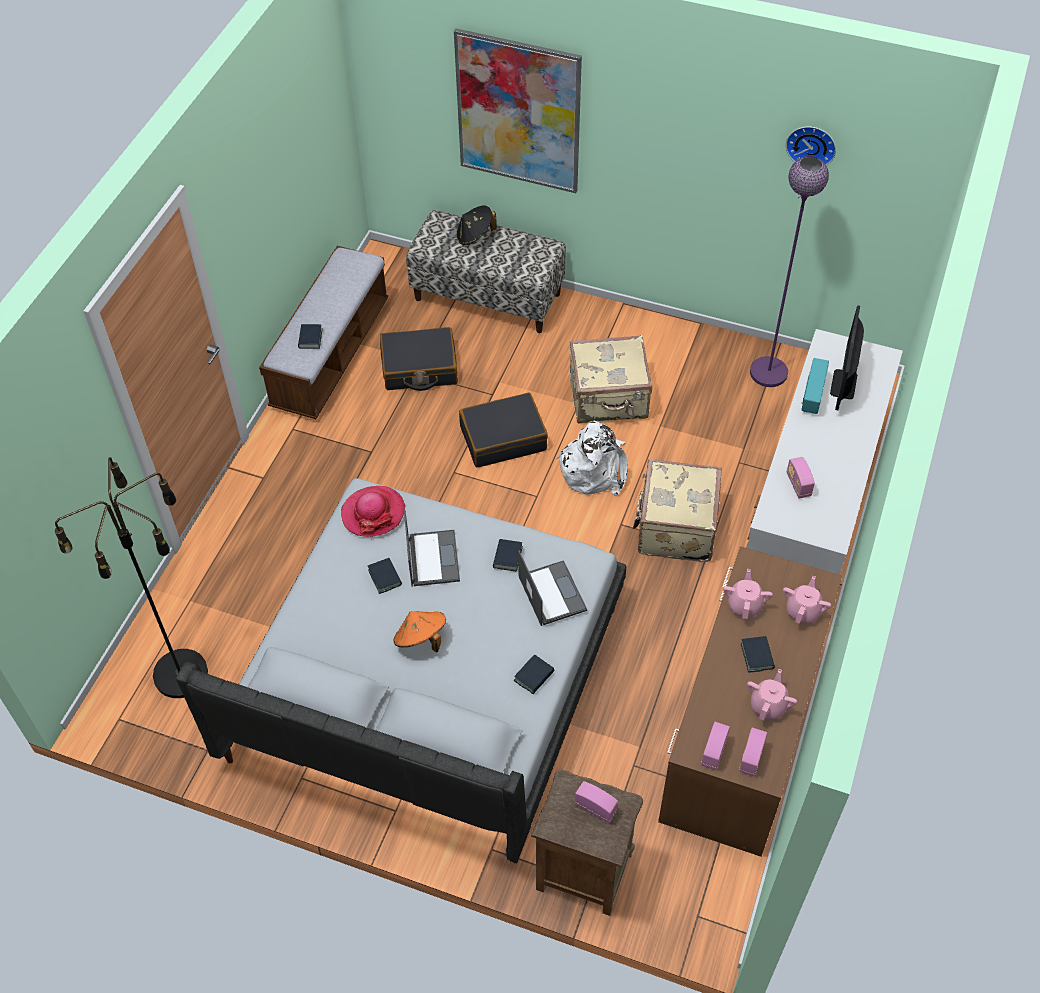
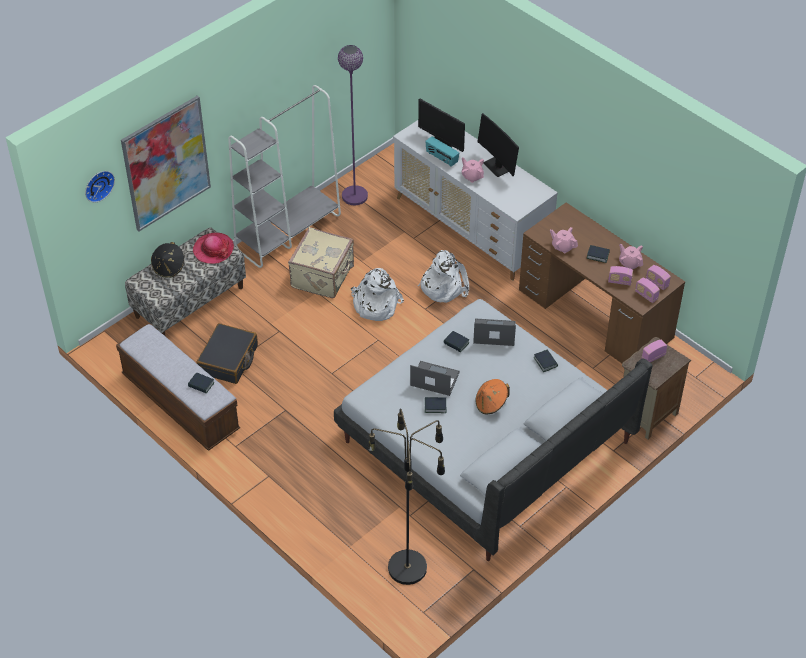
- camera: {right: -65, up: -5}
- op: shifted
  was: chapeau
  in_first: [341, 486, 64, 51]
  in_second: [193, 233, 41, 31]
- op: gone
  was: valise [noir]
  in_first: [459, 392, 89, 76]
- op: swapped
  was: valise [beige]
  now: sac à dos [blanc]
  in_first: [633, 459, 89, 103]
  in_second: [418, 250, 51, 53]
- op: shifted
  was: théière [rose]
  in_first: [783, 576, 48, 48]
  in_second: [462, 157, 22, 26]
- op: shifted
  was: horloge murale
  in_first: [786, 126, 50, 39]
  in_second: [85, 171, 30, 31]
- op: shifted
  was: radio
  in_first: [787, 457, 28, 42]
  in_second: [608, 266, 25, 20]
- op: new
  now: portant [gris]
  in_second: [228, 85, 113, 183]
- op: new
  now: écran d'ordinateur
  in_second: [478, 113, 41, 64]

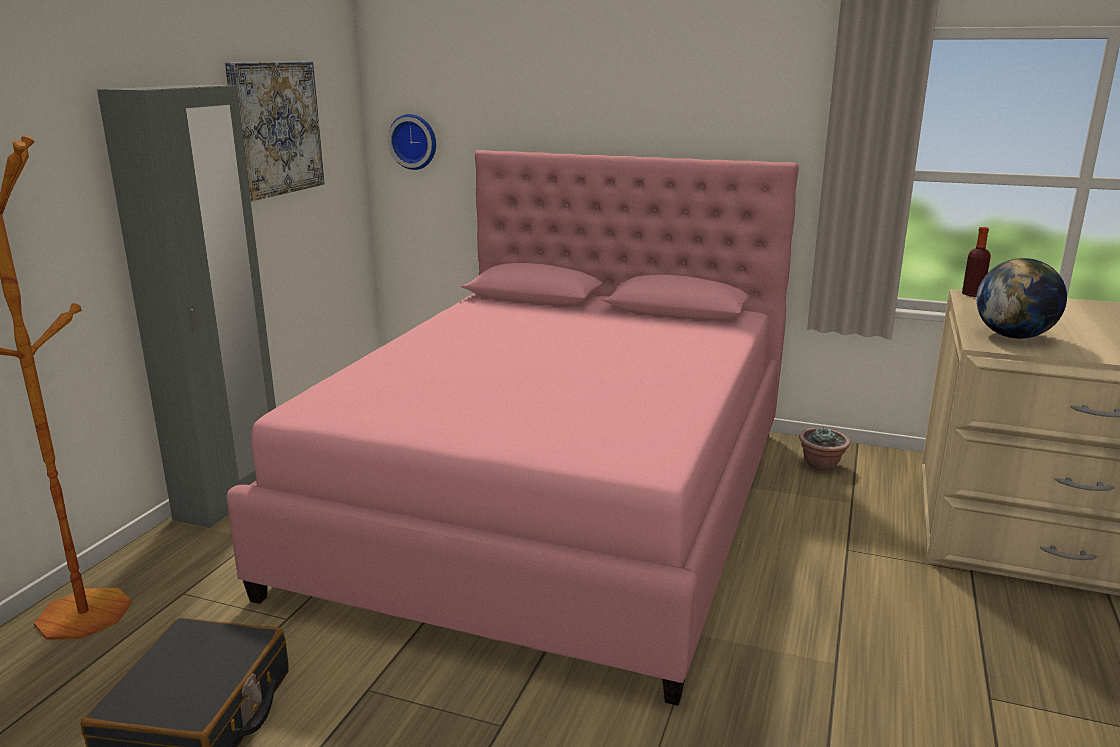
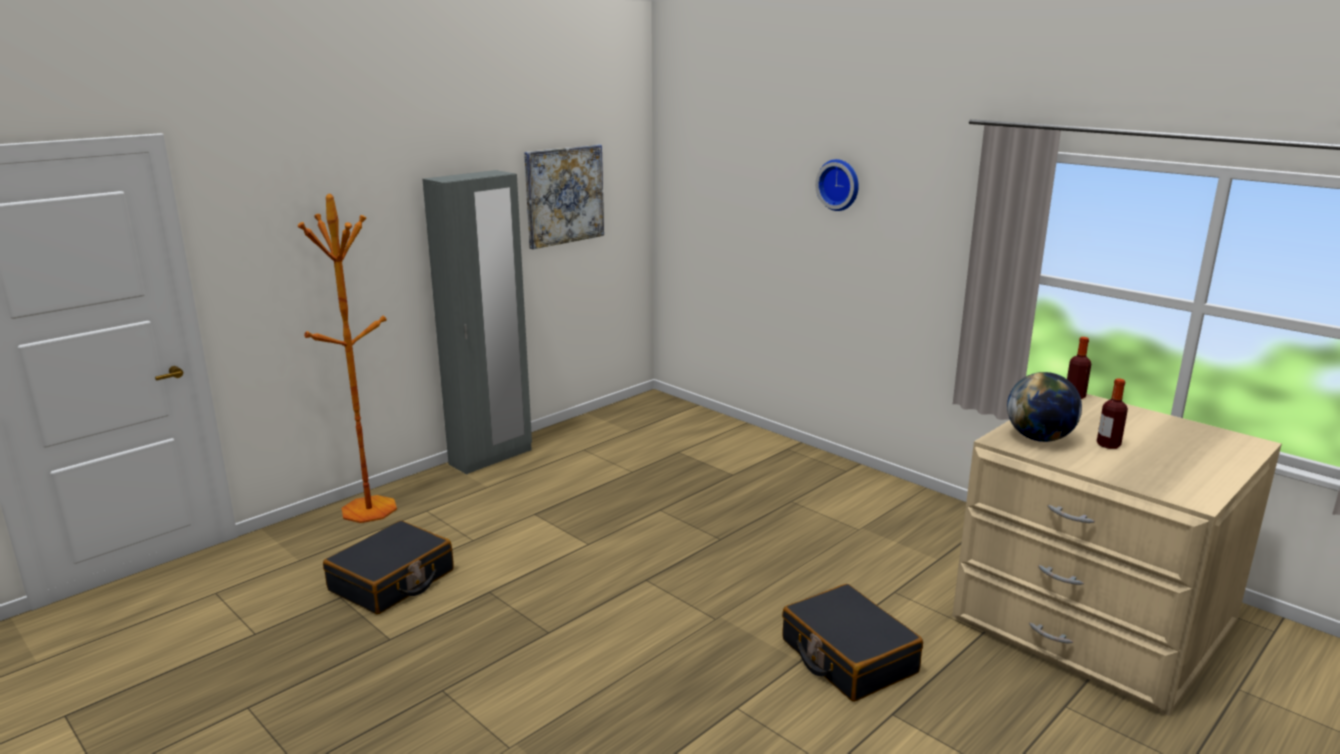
- camera: {right: 25, up: 0}
- op: gone
  was: lit [rose]
  in_first: [227, 150, 572, 556]
- op: shifted
  was: horloge murale
  in_first: [388, 114, 48, 56]
  in_second: [815, 159, 44, 52]
- op: gone
  was: plante en pot
  in_first: [799, 427, 51, 44]
- op: new
  now: valise [noir]
  in_second: [782, 584, 141, 118]
- op: new
  now: bouteille
  in_second: [1097, 379, 31, 70]

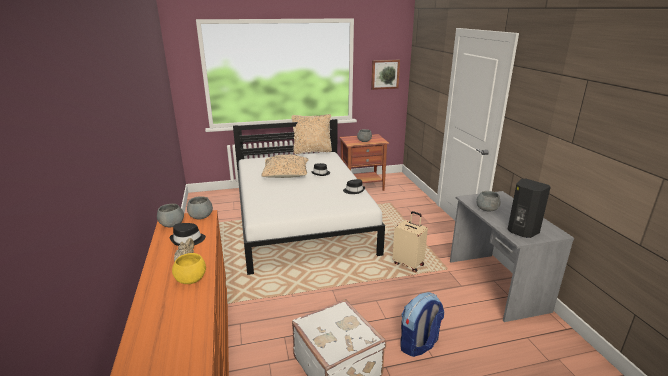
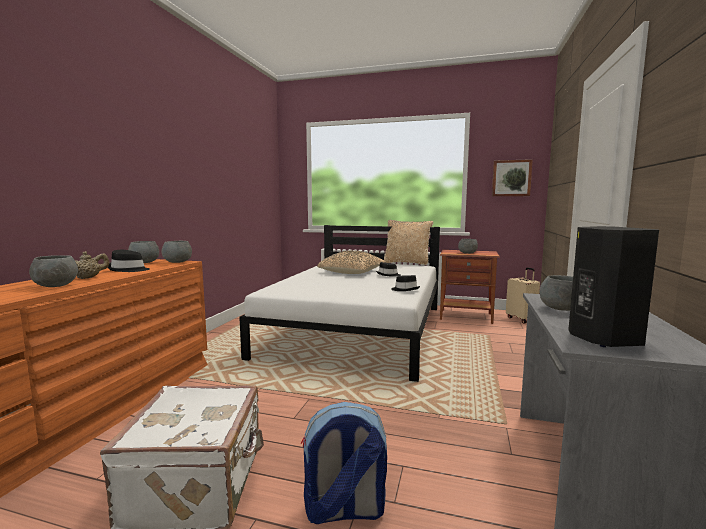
- camera: {right: 30, up: -15}
- op: repainted
  was: bol [jaune]
  now: bol [gris]
  in_first: [172, 253, 34, 31]
  in_second: [29, 255, 49, 32]
- op: shifted
  was: valise [beige]
  in_first: [392, 211, 36, 62]
  in_second: [506, 267, 34, 57]

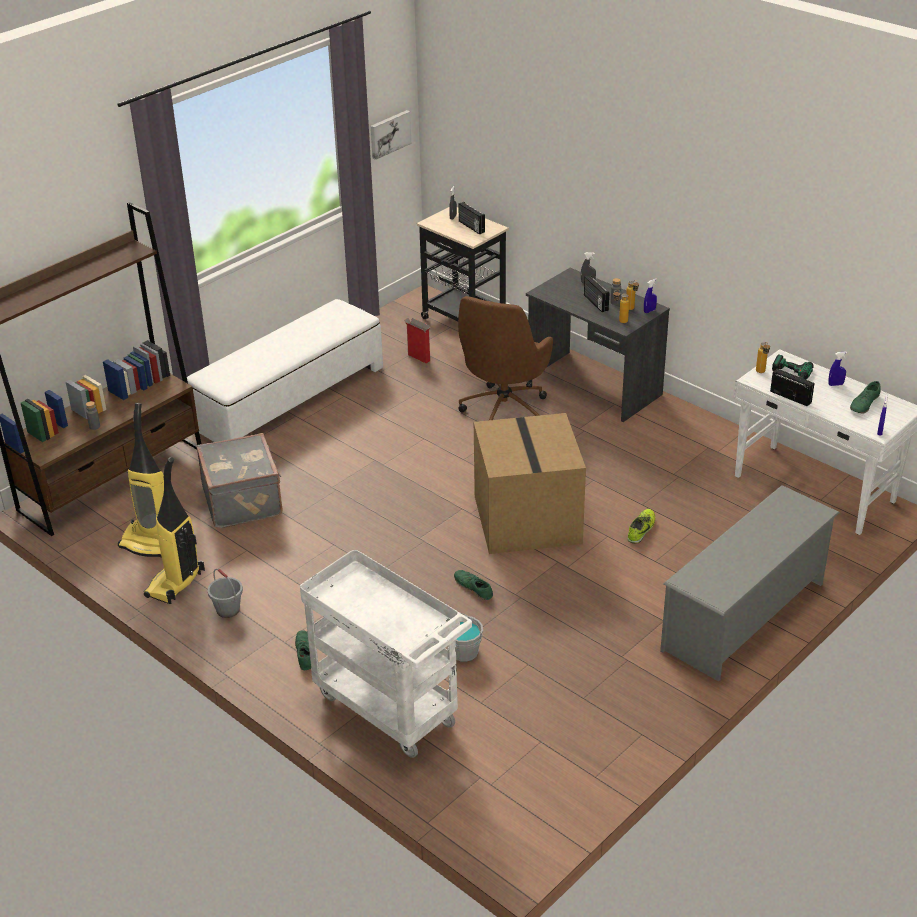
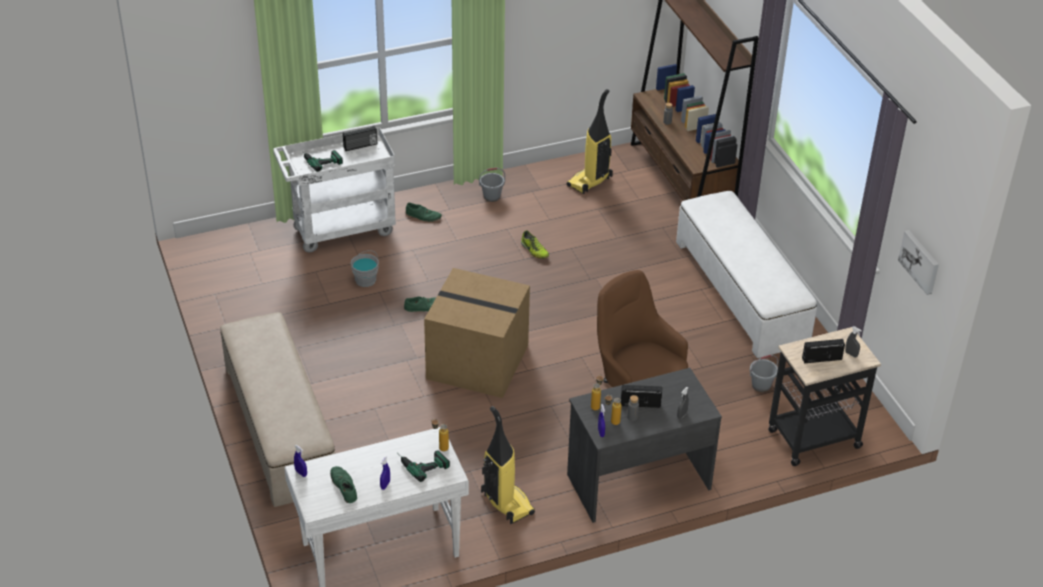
- camera: {right: 115, up: 5}
- op: shifted
  was: aspirateur
  in_first: [144, 457, 61, 147]
  in_second: [481, 406, 54, 118]
- op: gone
  was: valise [gris]
  in_first: [196, 433, 87, 95]
- op: swapped
  was: carton
  now: seau [gris]
  in_first: [404, 318, 27, 45]
  in_second: [750, 355, 28, 37]
- op: shifted
  was: chaussure
  in_first: [627, 509, 28, 35]
  in_second: [521, 230, 28, 29]
- op: swapped
  was: étagère à chaussures [gris]
  now: banc [beige]
  in_first: [660, 485, 180, 196]
  in_second: [220, 312, 115, 195]
- op: shifted
  was: radio
  in_first: [770, 369, 44, 37]
  in_second: [343, 126, 34, 25]
- op: new
  now: perceuse
  in_second: [302, 150, 41, 22]

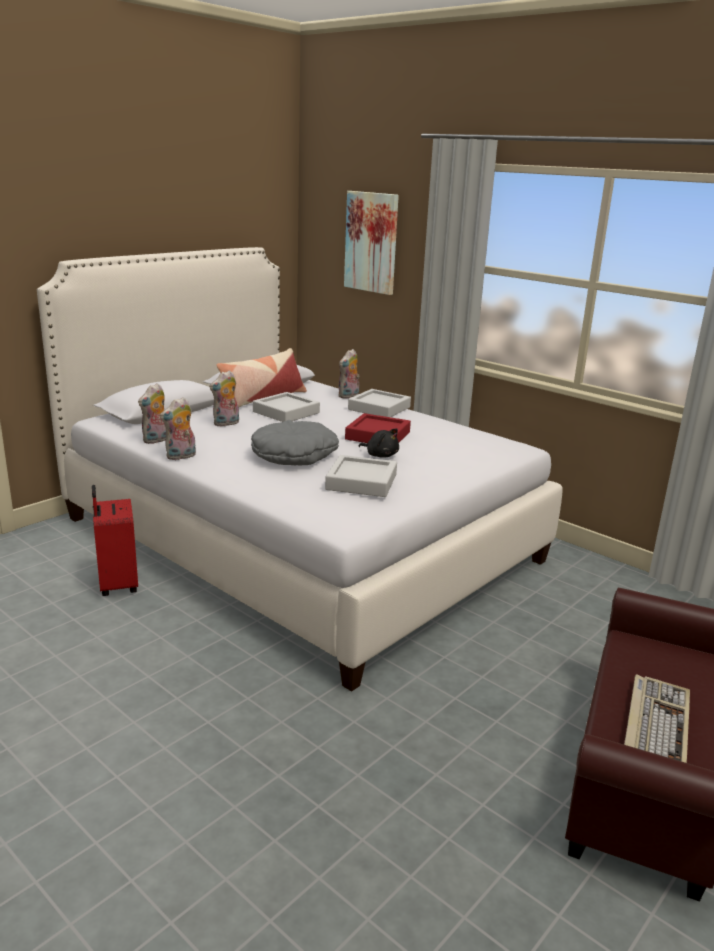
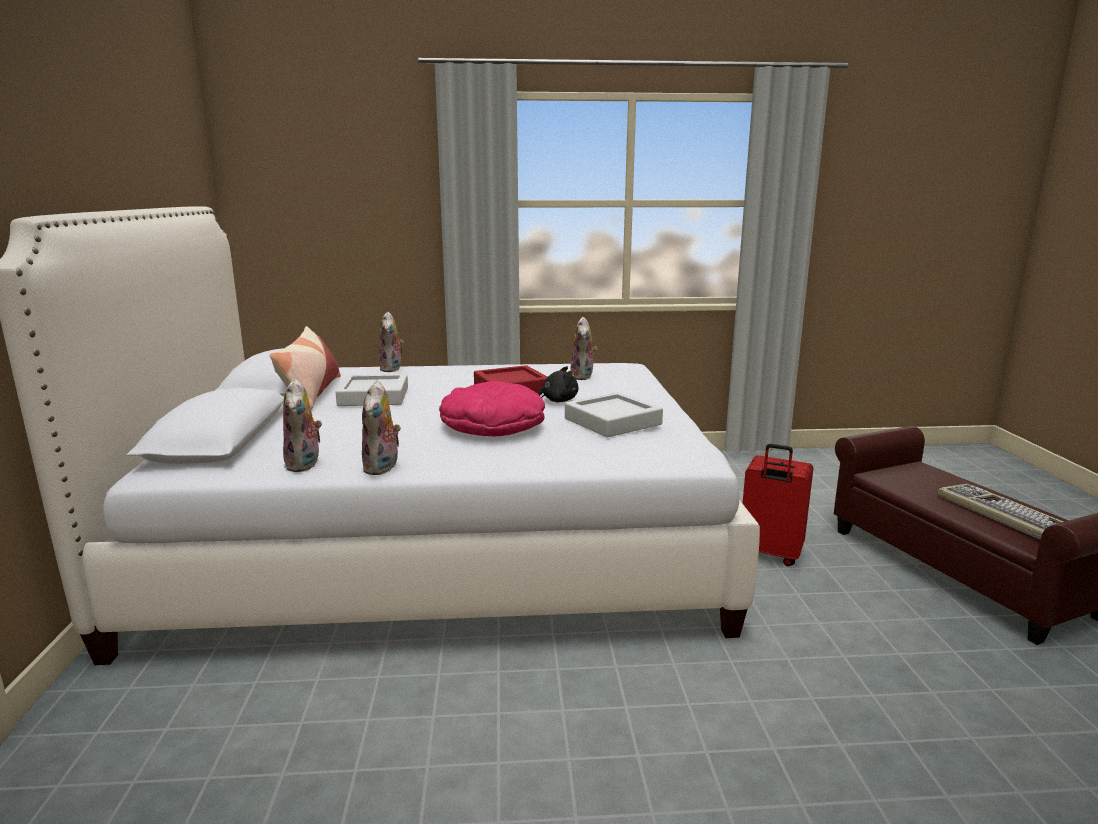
- camera: {right: -45, up: -5}
- op: shifted
  was: valise [rouge]
  in_first: [92, 485, 46, 111]
  in_second: [743, 444, 70, 122]
- op: shifted
  was: peluche
  in_first: [209, 370, 30, 57]
  in_second: [570, 317, 28, 63]
- op: repainted
  was: coussin [gris]
  now: coussin [rose]
  in_first: [251, 420, 88, 46]
  in_second: [439, 381, 106, 55]
- op: gone
  was: tableau
  in_first: [344, 191, 55, 104]
- op: gone
  was: plateau [gris]
  in_first: [348, 389, 63, 28]

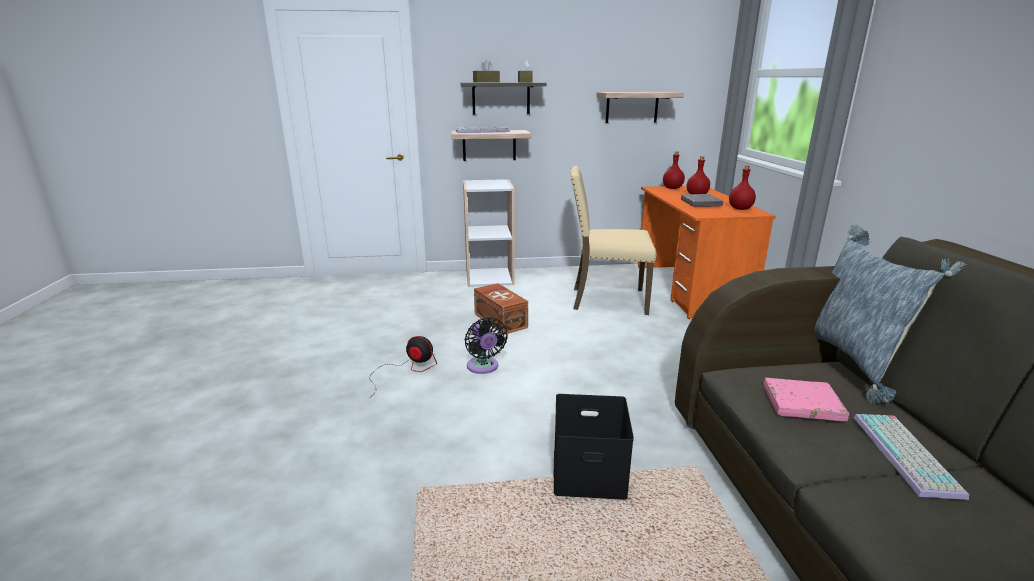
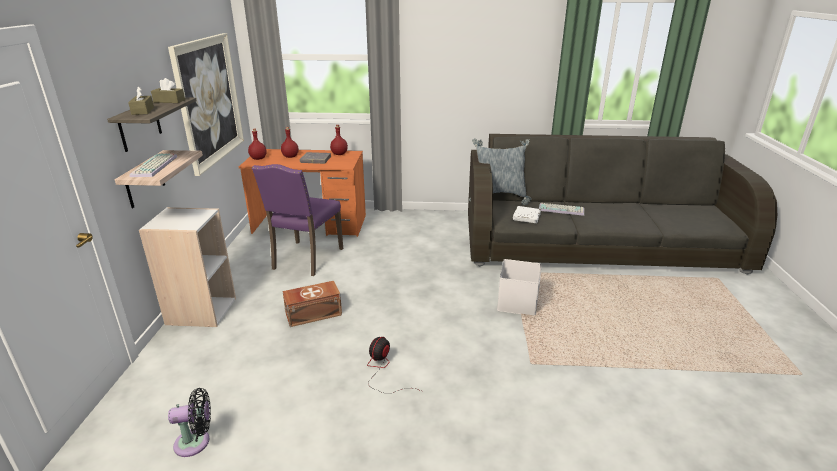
- camera: {right: -80, up: 5}
- op: shifted
  was: ventilateur [noir]
  in_first: [465, 317, 43, 57]
  in_second: [168, 388, 43, 69]
- op: repainted
  was: boîte de rangement [noir]
  now: boîte de rangement [blanc]
  in_first: [553, 394, 81, 106]
  in_second: [497, 259, 45, 56]
- op: repainted
  was: chaise [beige]
  now: chaise [violet]
  in_first: [570, 166, 87, 149]
  in_second: [252, 164, 91, 112]
- op: swapped
  was: étagère
  now: tableau
  in_first: [596, 92, 88, 31]
  in_second: [168, 33, 76, 143]
- op: repainted
  was: livre [rose]
  now: livre [blanc]
  in_first: [763, 378, 86, 44]
  in_second: [513, 206, 28, 17]

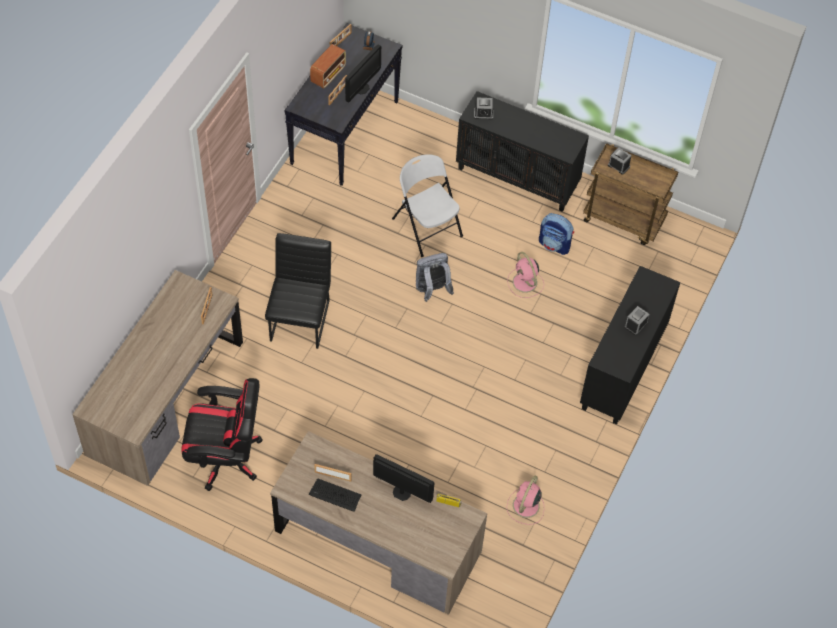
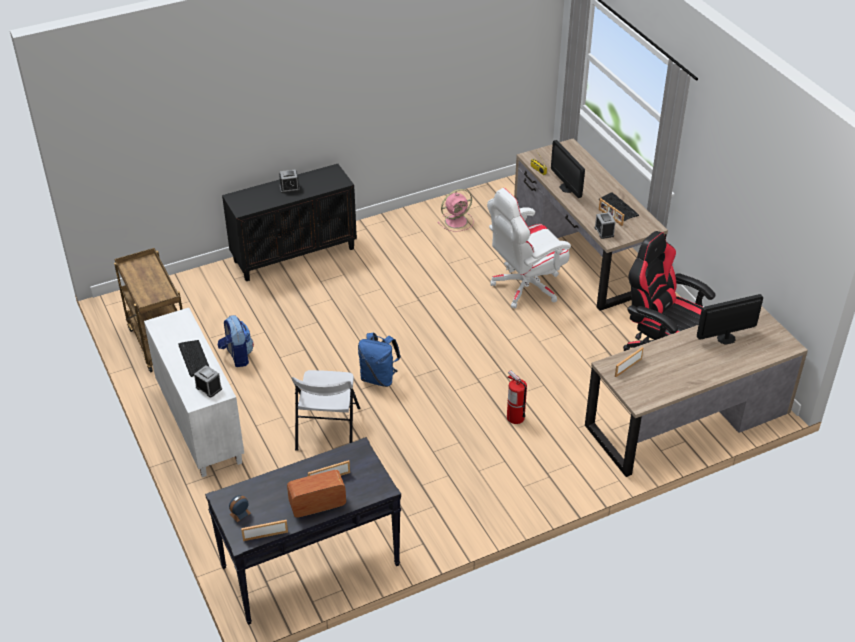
- camera: {right: -140, up: -15}
- op: swapped
  was: chaise [noir]
  now: extincteur
  in_first: [265, 233, 66, 116]
  in_second: [507, 370, 20, 54]
- op: shifted
  was: écran d'ordinateur
  in_first: [345, 44, 36, 58]
  in_second: [697, 294, 66, 51]
- op: repainted
  was: sac à dos [gris]
  now: sac à dos [bleu]
  in_first: [416, 253, 38, 49]
  in_second: [358, 332, 43, 55]
- op: repainted
  was: meuble de rangement [noir]
  now: meuble de rangement [blanc]
  in_first: [456, 91, 133, 121]
  in_second: [144, 308, 100, 169]
- op: gone
  was: ventilateur [rose]
  in_first: [507, 252, 37, 46]
- op: shifted
  was: réveil
  in_first: [608, 148, 23, 27]
  in_second: [595, 212, 21, 27]
- op: new
  now: clavier
  in_second: [179, 340, 30, 37]
- op: new
  now: chaise de bureau [blanc]
  in_second: [487, 188, 84, 121]

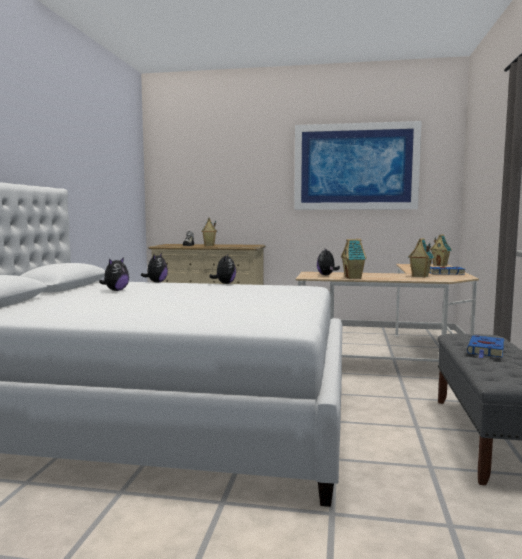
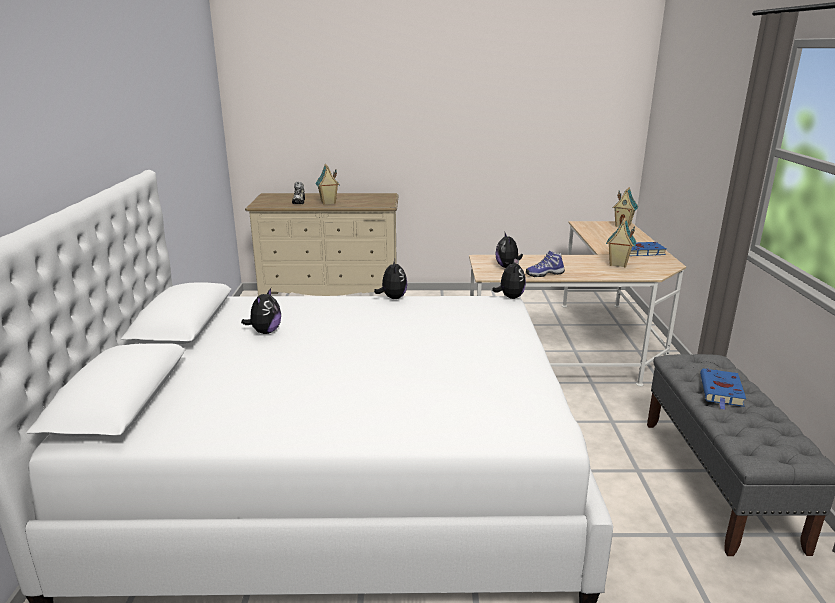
- camera: {right: -10, up: 15}
- op: shifted
  was: peluche
  in_first: [141, 253, 27, 30]
  in_second: [492, 258, 34, 41]
- op: gone
  was: tableau
  in_first: [294, 121, 128, 89]
- op: swapped
  was: maison miniature
  now: chaussure
  in_first: [341, 239, 26, 40]
  in_second: [526, 251, 39, 26]

